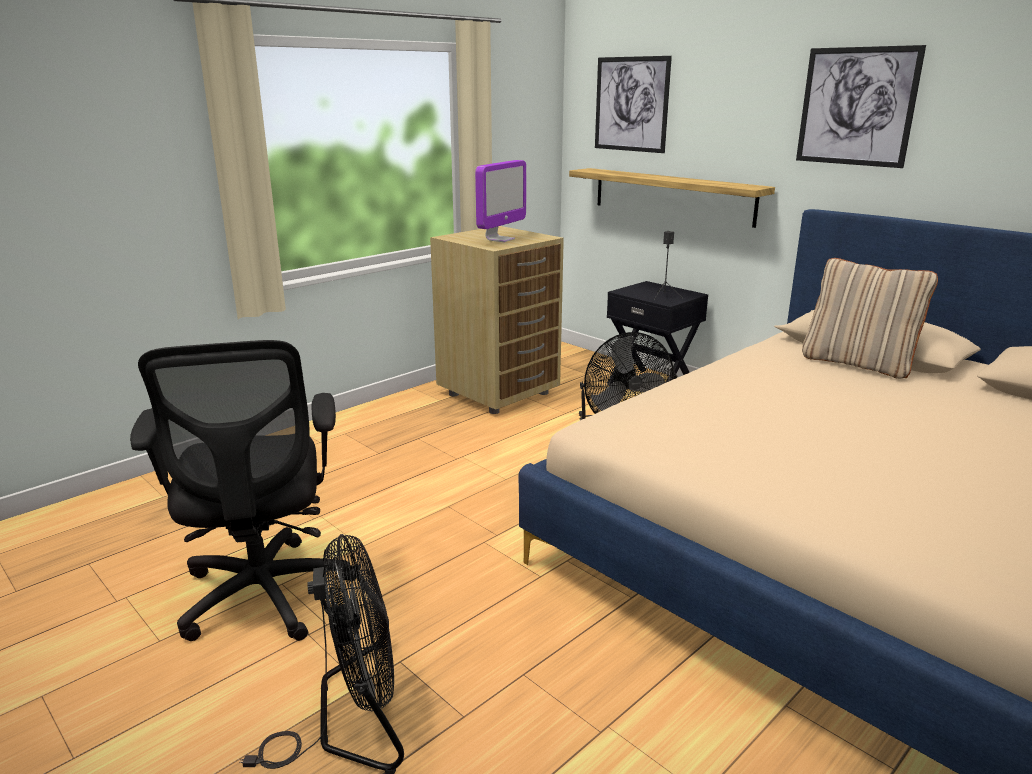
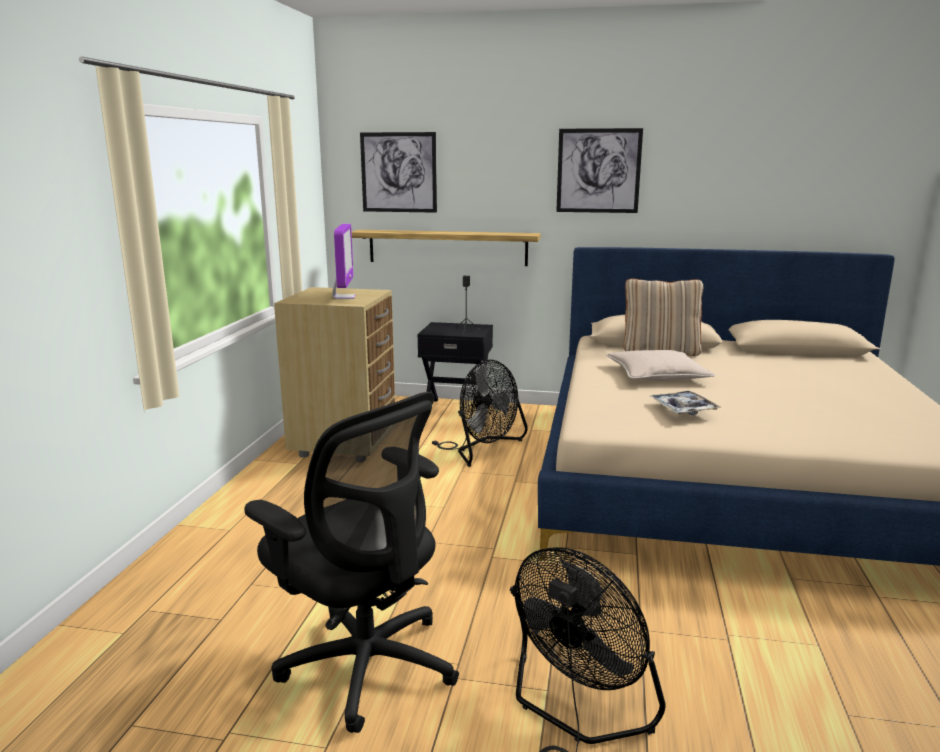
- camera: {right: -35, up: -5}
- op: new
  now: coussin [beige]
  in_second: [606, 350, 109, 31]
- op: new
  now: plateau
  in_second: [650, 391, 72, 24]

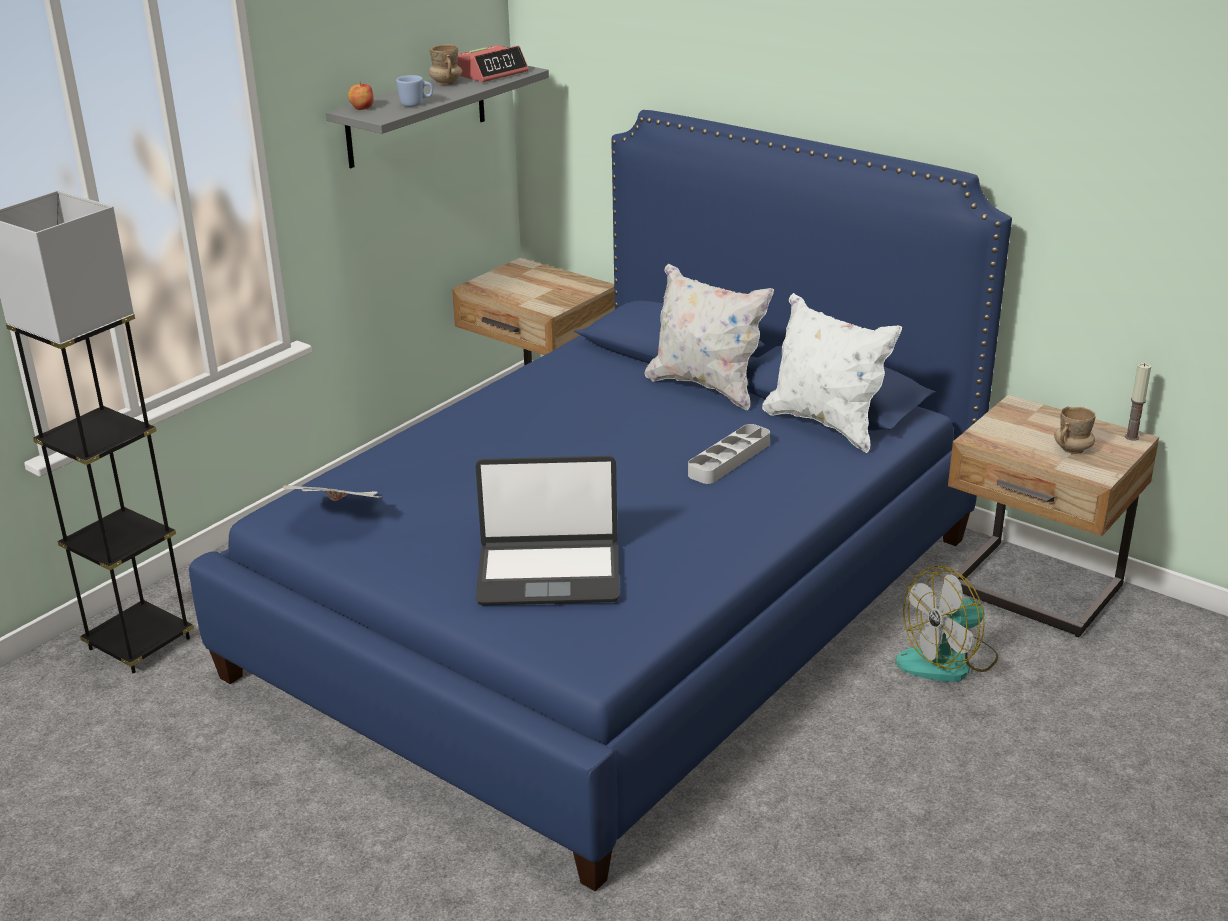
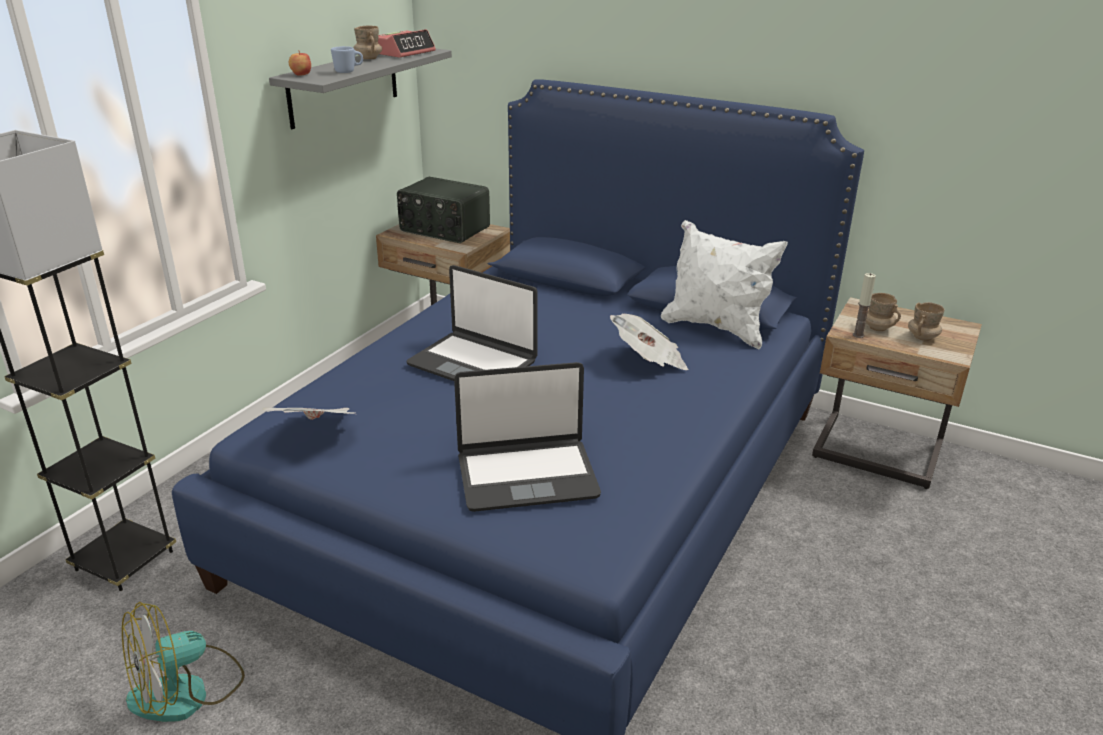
- camera: {right: -10, up: 0}
- op: gone
  was: coussin [blanc]
  in_first: [645, 263, 129, 147]
- op: swapped
  was: plateau [gris]
  now: journal
  in_first: [688, 424, 82, 60]
  in_second: [610, 314, 79, 56]
- op: shifted
  was: ventilateur
  in_first: [895, 566, 103, 116]
  in_second: [122, 602, 123, 120]
- op: shifted
  was: bougie
  in_first: [1125, 363, 26, 78]
  in_second: [853, 273, 23, 65]
- op: new
  now: radio
  in_second: [397, 177, 93, 66]
- op: new
  now: ordinateur portable
  in_second: [406, 265, 132, 116]
- op: new
  now: mug [beige]
  in_second: [866, 293, 35, 38]

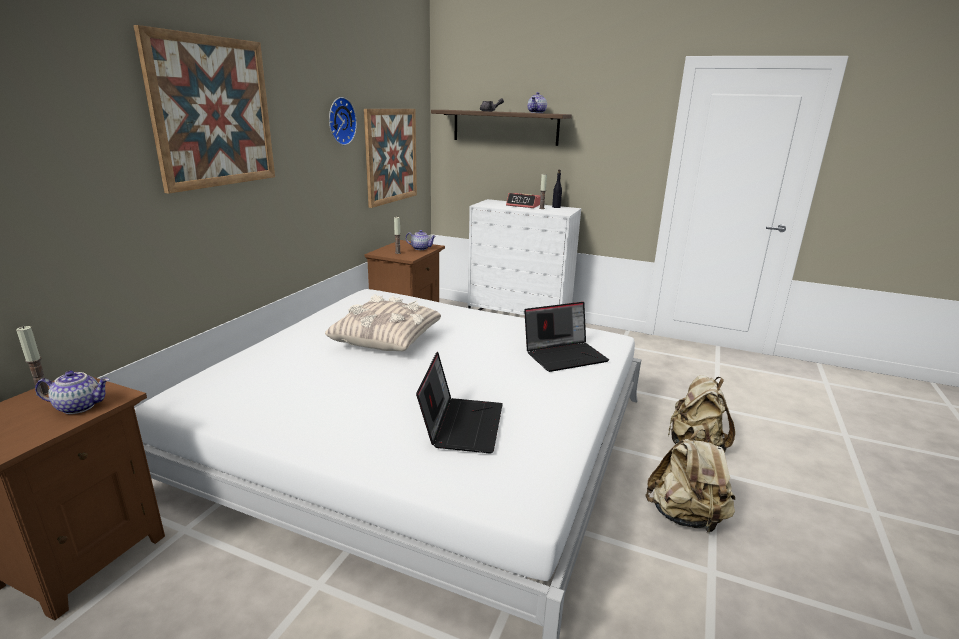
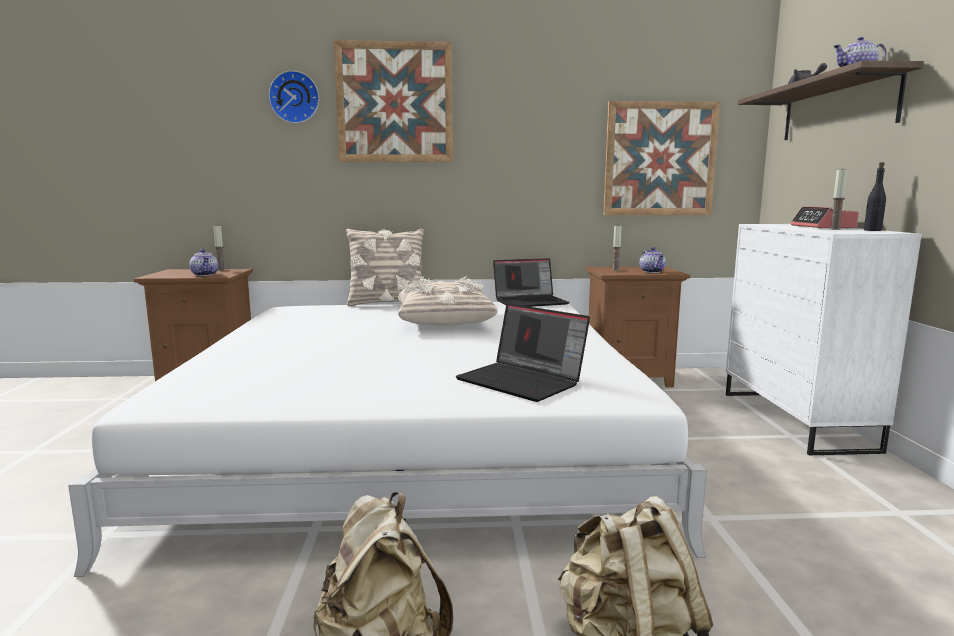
- camera: {right: 65, up: -10}
- op: shifted
  was: horloge murale
  in_first: [329, 97, 28, 48]
  in_second: [268, 70, 51, 53]
- op: shifted
  was: ordinateur portable
  in_first: [416, 352, 87, 101]
  in_second: [493, 258, 77, 49]
- op: new
  now: coussin [beige]
  in_second: [346, 229, 78, 77]

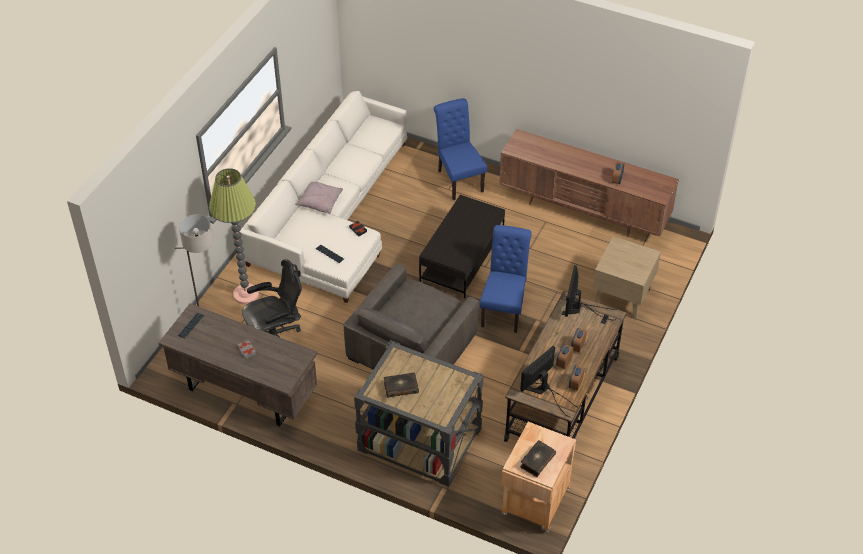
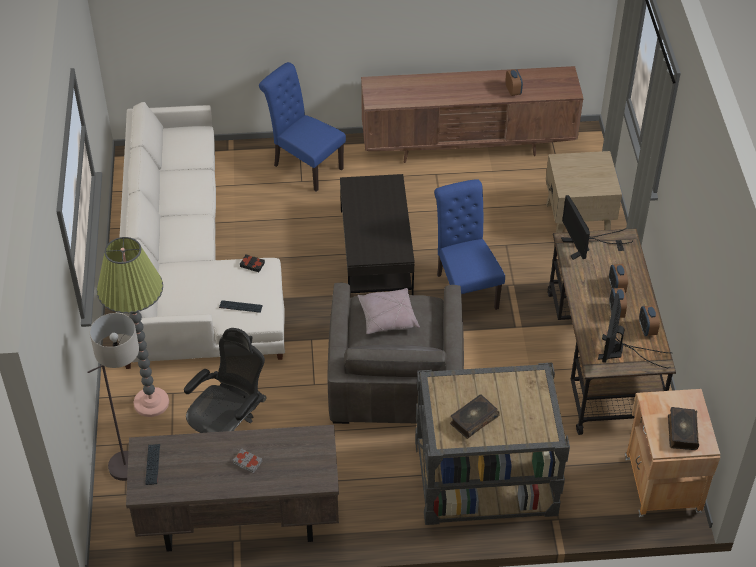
- camera: {right: -30, up: 0}
- op: shifted
  was: coussin [violet]
  in_first: [295, 182, 48, 32]
  in_second: [357, 288, 63, 46]

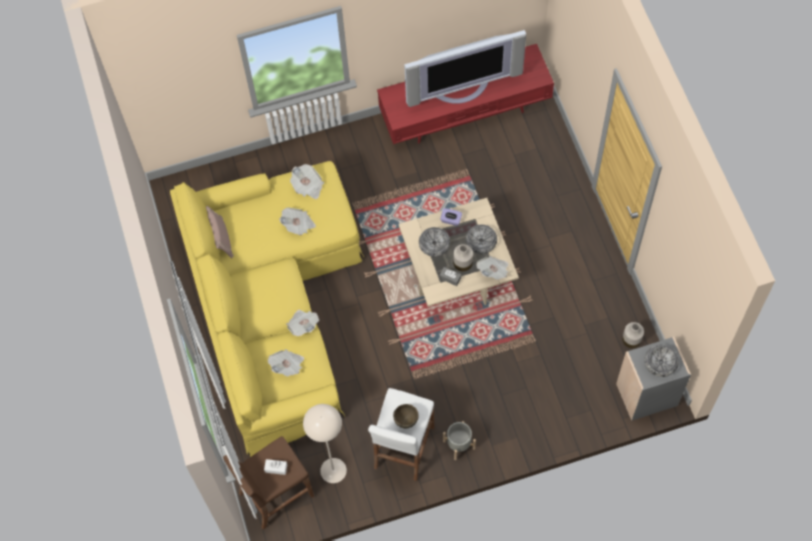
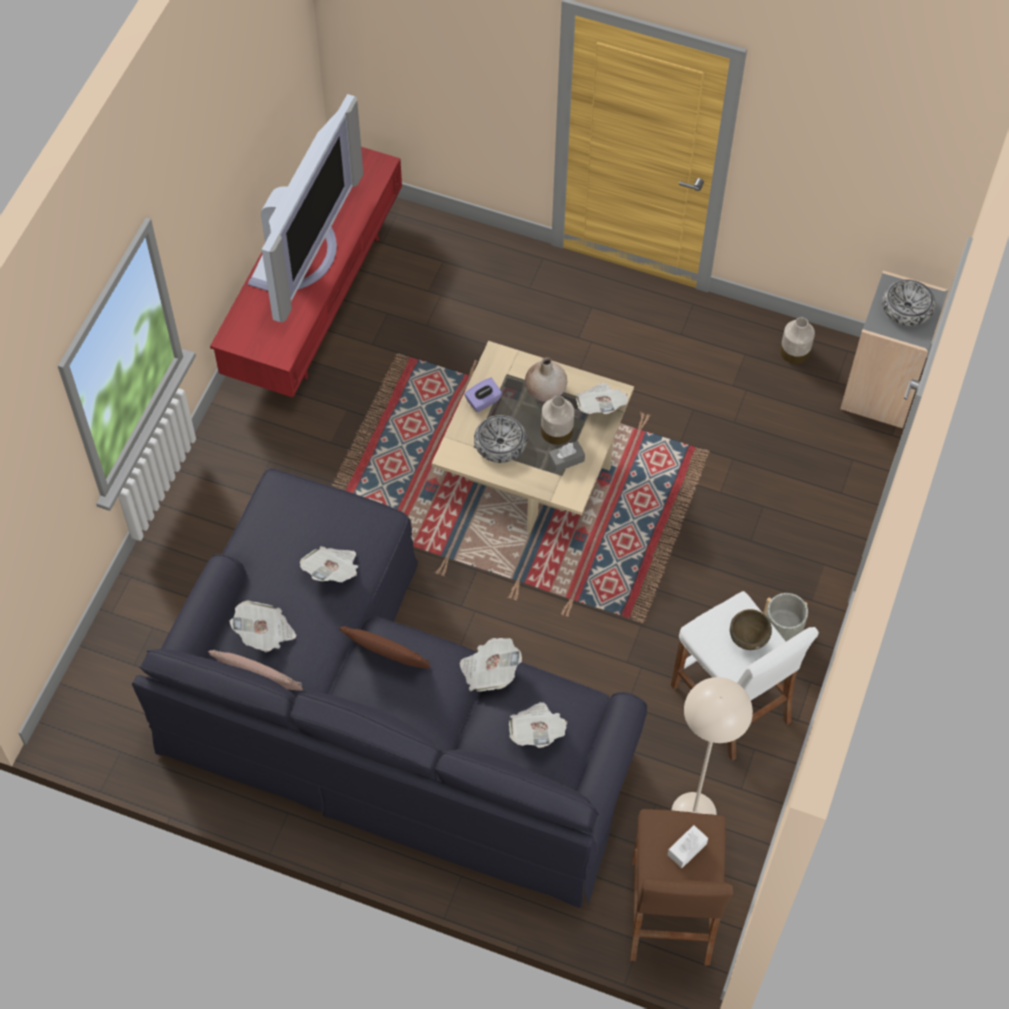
- camera: {right: -55, up: -5}
- op: repainted
  was: canapé [jaune]
  now: canapé [noir]
  in_first: [170, 161, 194, 296]
  in_second: [132, 468, 515, 440]
- op: shifted
  was: journal
  in_first: [290, 164, 34, 35]
  in_second: [230, 600, 66, 52]
- op: swapped
  was: bol
  now: vase [beige]
  in_first: [466, 225, 31, 29]
  in_second: [525, 357, 42, 45]
- op: new
  now: coussin [marron]
  in_second: [339, 626, 92, 43]

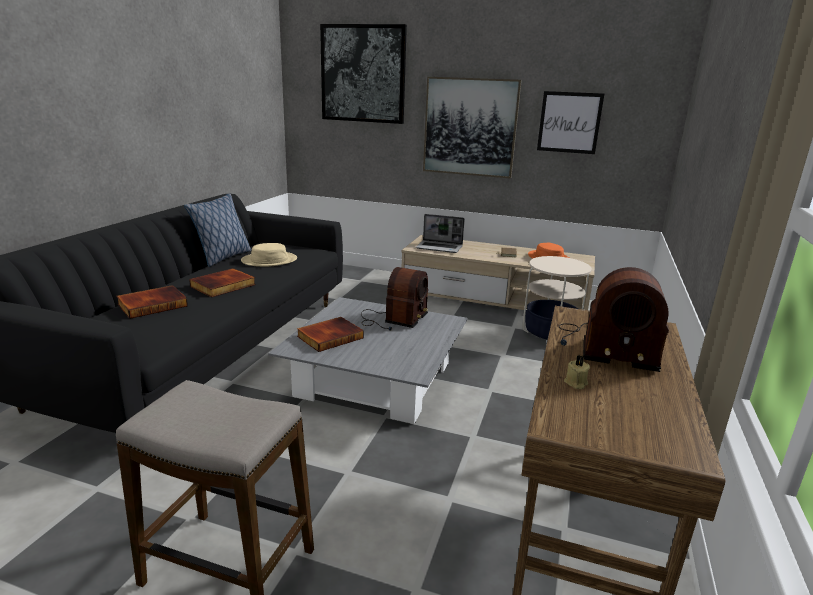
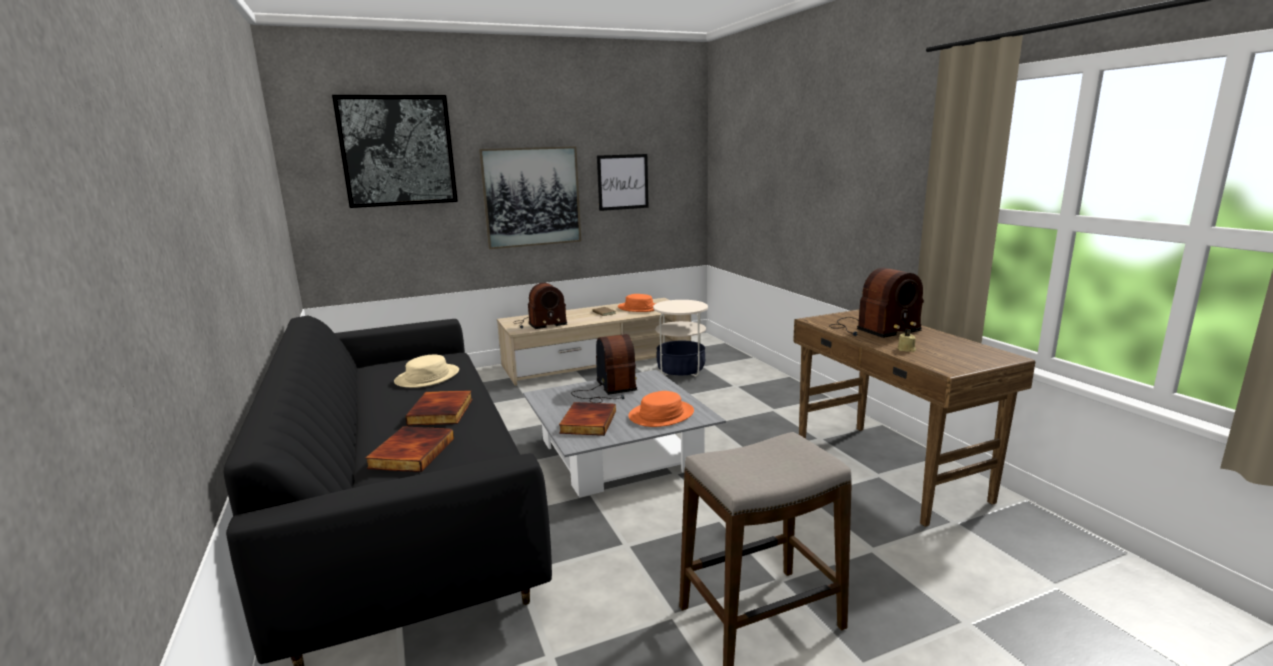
- camera: {right: -40, up: -5}
- op: gone
  was: coussin
  in_first: [184, 193, 67, 74]
- op: swapped
  was: ordinateur portable
  now: radio
  in_first: [416, 214, 49, 39]
  in_second: [513, 283, 54, 46]
- op: new
  now: chapeau [orange]
  in_second: [628, 391, 66, 36]

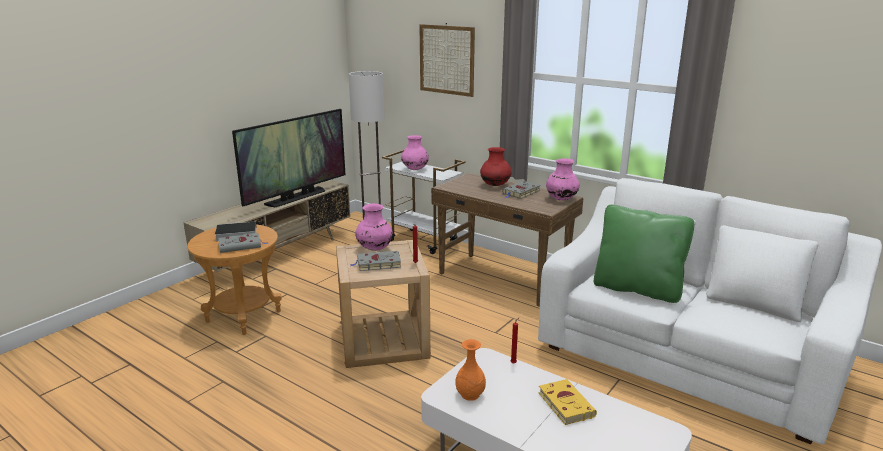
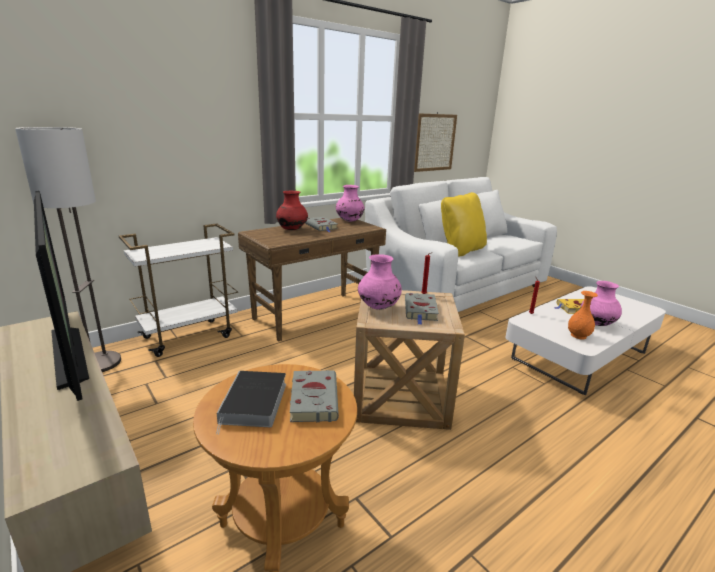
- camera: {right: -75, up: 0}
- op: shifted
  was: vase [rose]
  in_first: [401, 135, 28, 35]
  in_second: [581, 281, 41, 45]
- op: shifted
  was: tableau
  in_first: [419, 23, 56, 74]
  in_second: [414, 112, 43, 60]
- op: repainted
  was: coussin [vert]
  now: coussin [jaune]
  in_first: [594, 205, 100, 98]
  in_second: [441, 192, 46, 65]

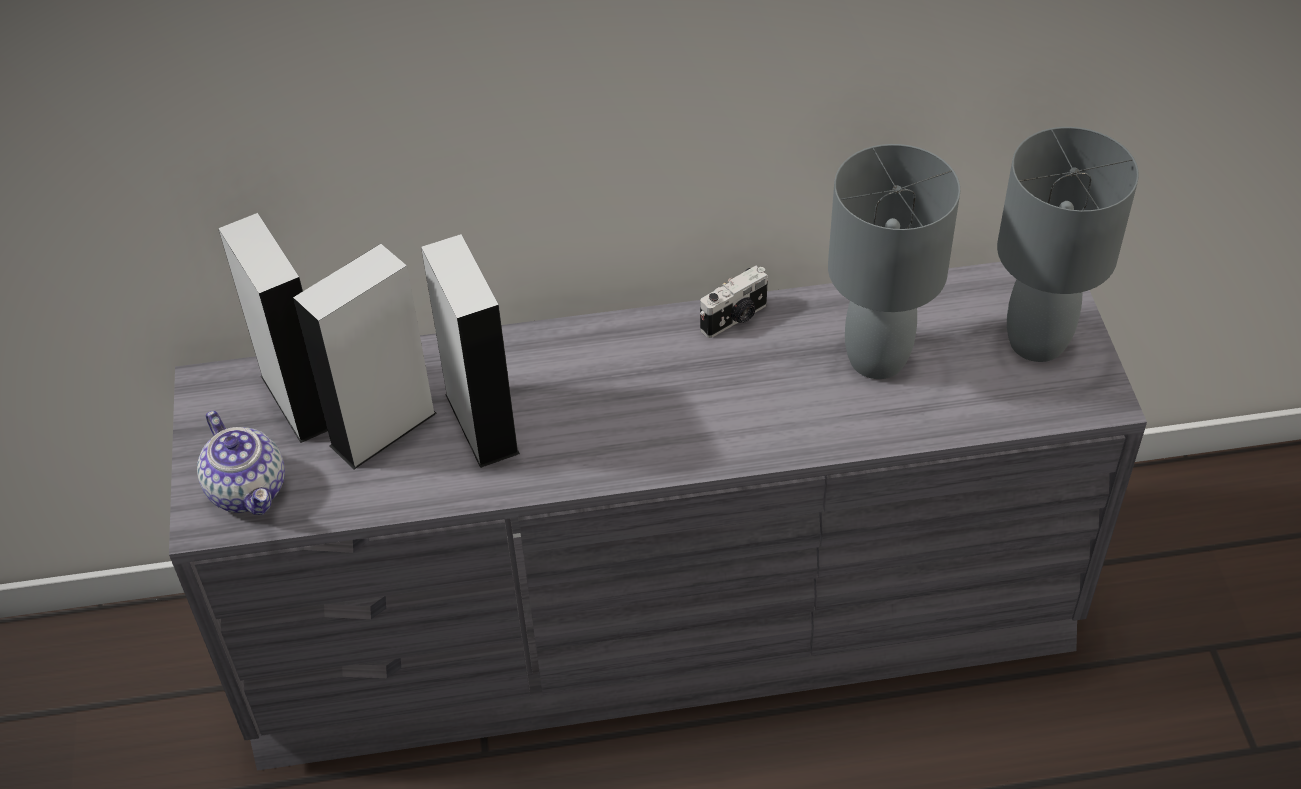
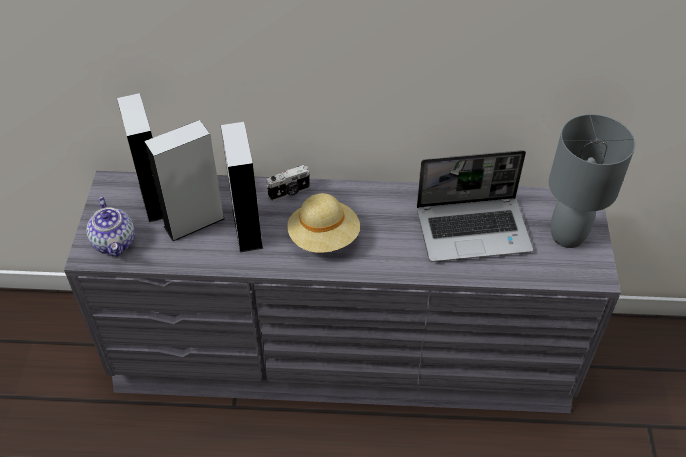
- camera: {right: 10, up: 0}
- op: shifted
  was: appareil photo
  in_first: [700, 266, 68, 72]
  in_second: [266, 165, 44, 36]
- op: swapped
  was: lampe de table [gris]
  now: ordinateur portable
  in_first: [828, 144, 132, 235]
  in_second: [417, 150, 116, 112]
- op: new
  now: chapeau [beige]
  in_second: [287, 193, 73, 60]

